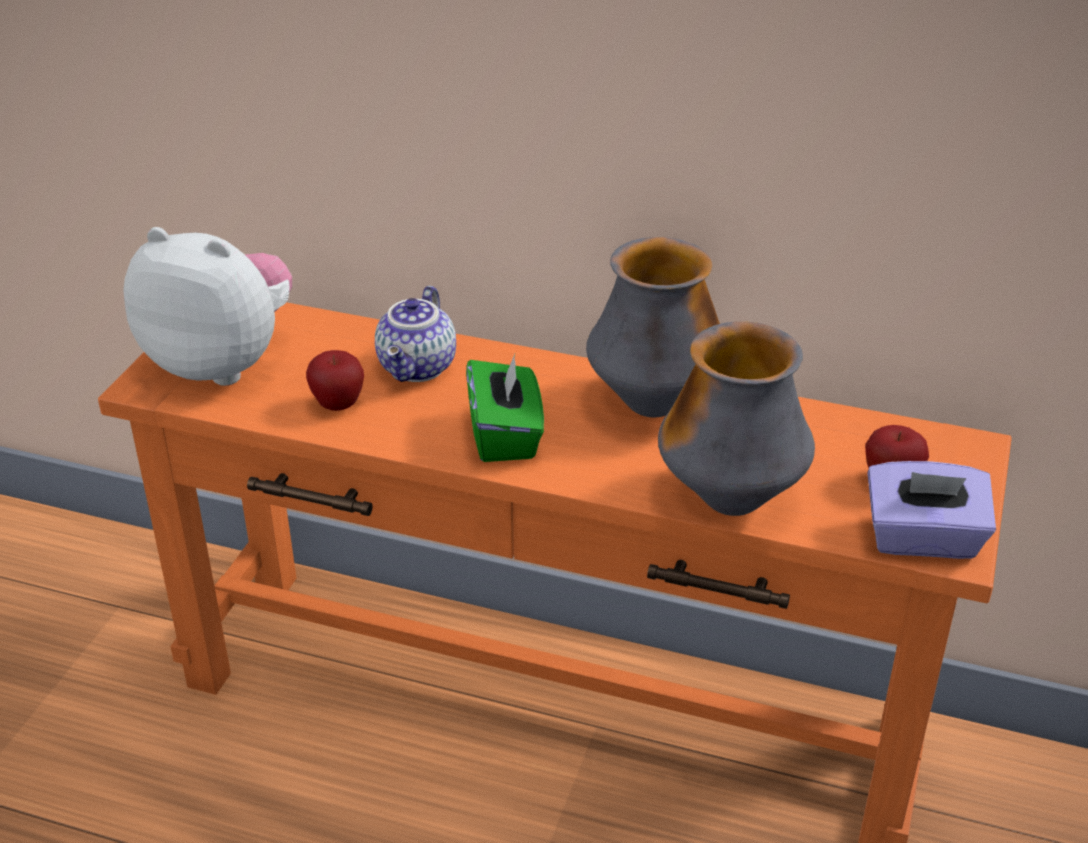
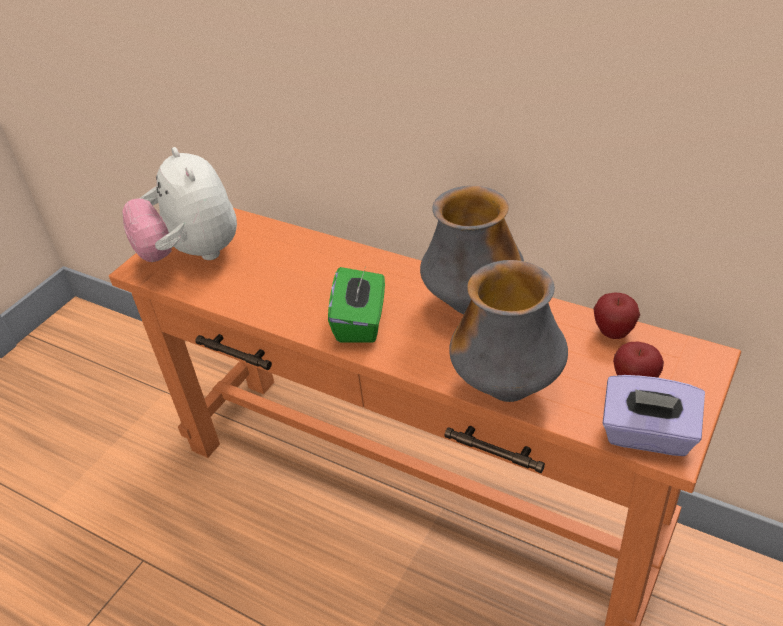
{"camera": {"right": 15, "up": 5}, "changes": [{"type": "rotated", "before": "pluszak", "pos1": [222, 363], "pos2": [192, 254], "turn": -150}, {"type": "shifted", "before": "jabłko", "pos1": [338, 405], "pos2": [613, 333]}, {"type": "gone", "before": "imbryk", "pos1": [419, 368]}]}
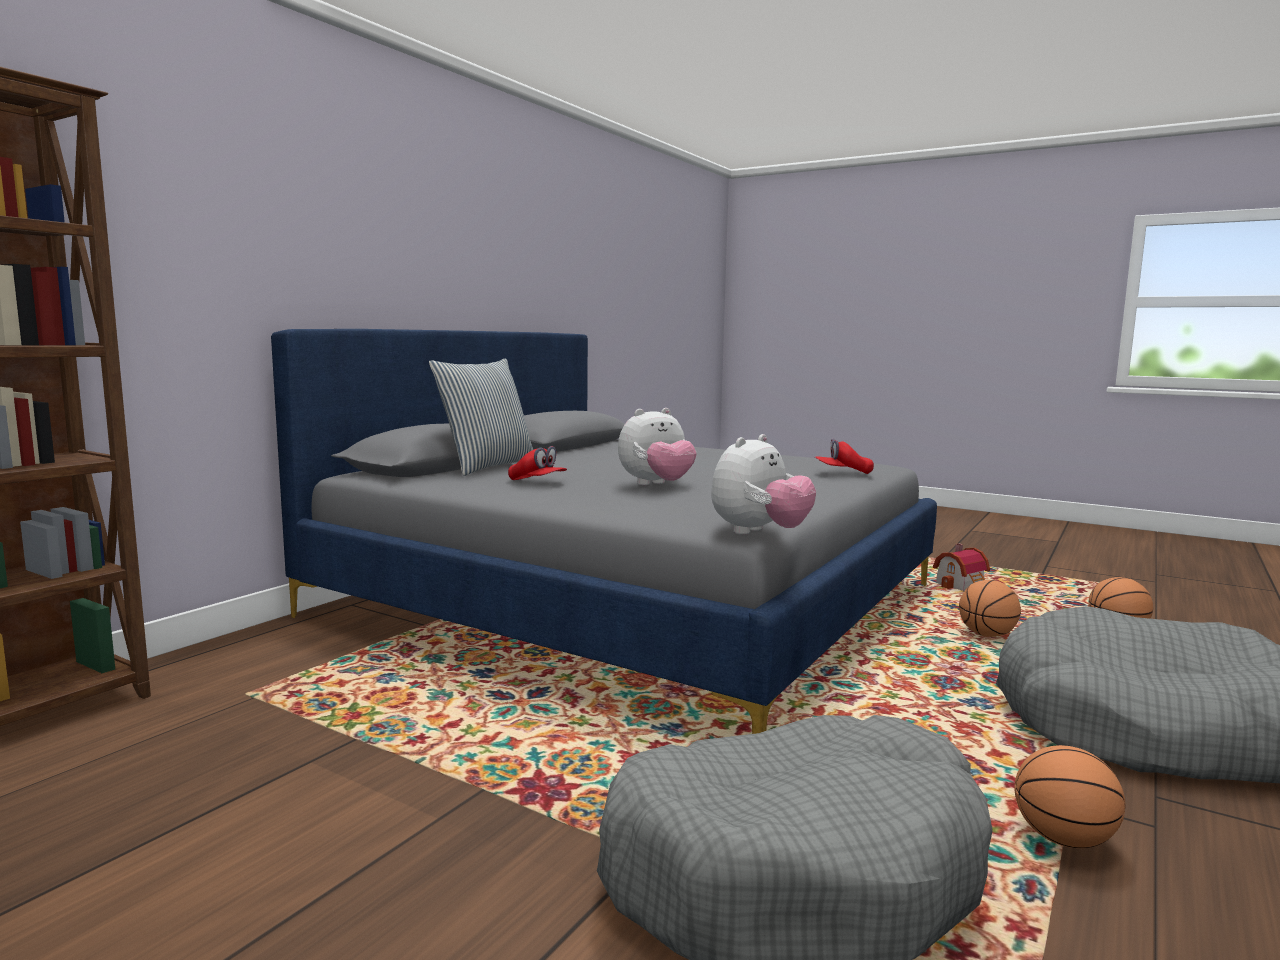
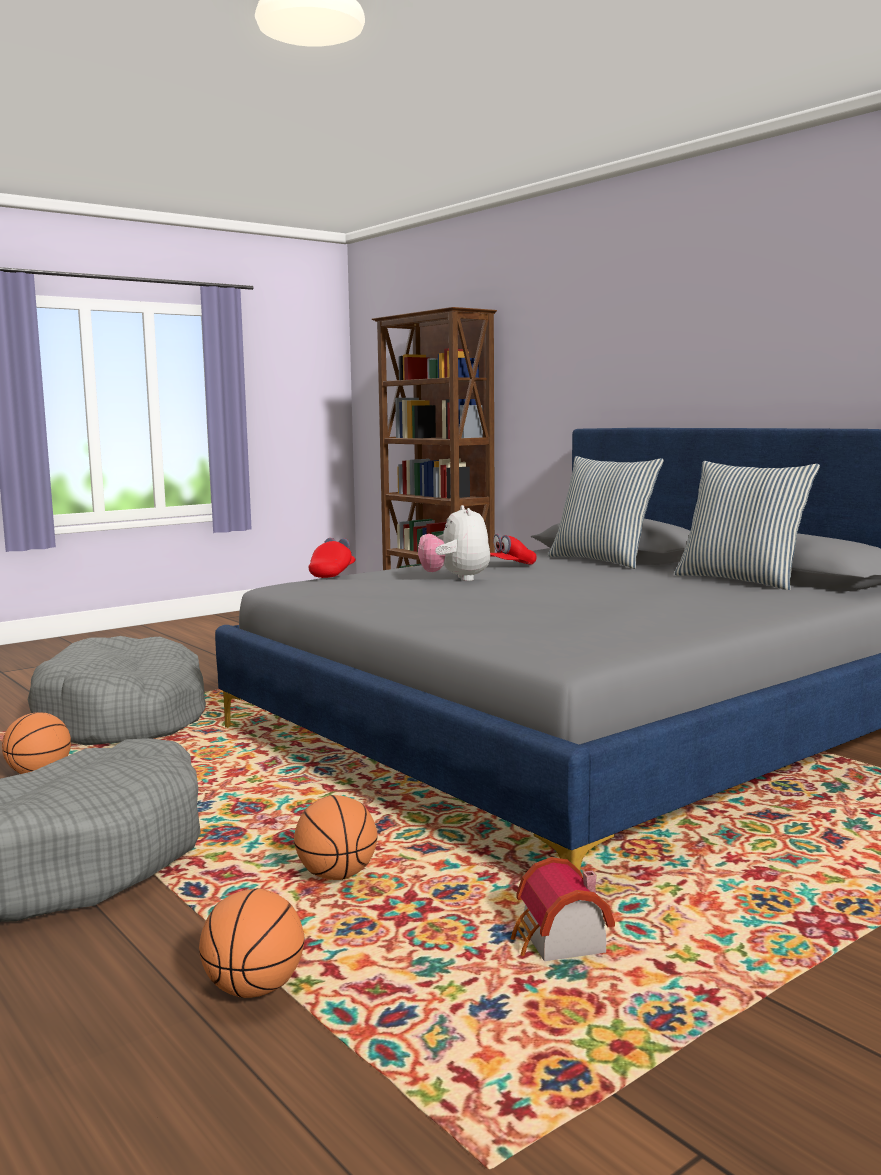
{"camera": {"right": 110, "up": 0}, "changes": [{"type": "gone", "before": "pluszak", "pos1": [759, 533]}, {"type": "shifted", "before": "czapka z daszkiem [czerwony]", "pos1": [843, 473], "pos2": [332, 574]}, {"type": "new", "after": "poduszka", "pos2": [741, 580]}]}
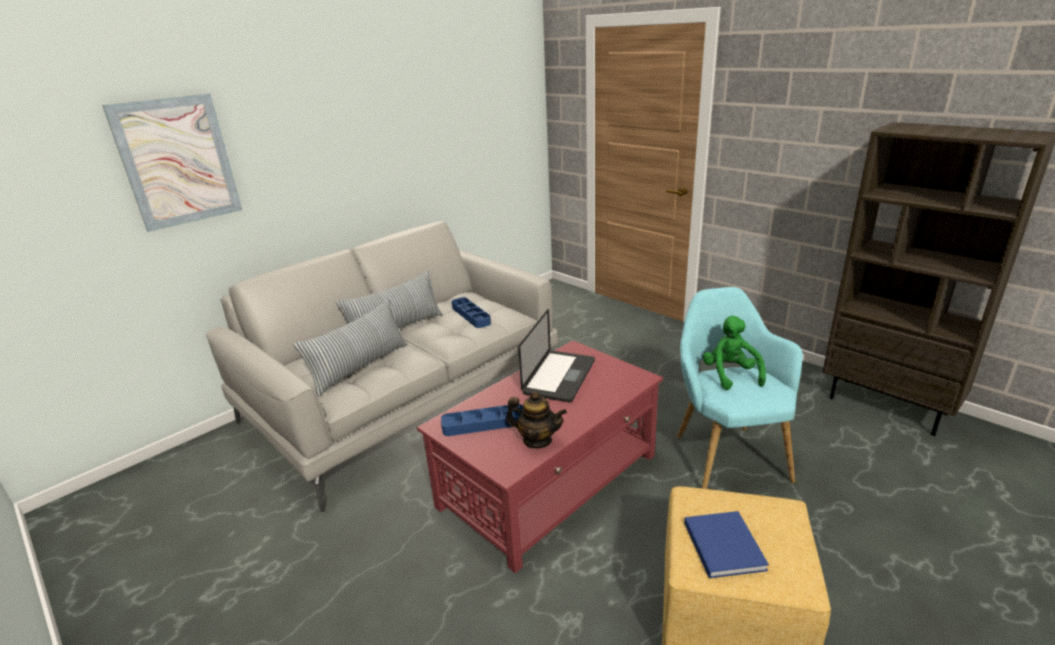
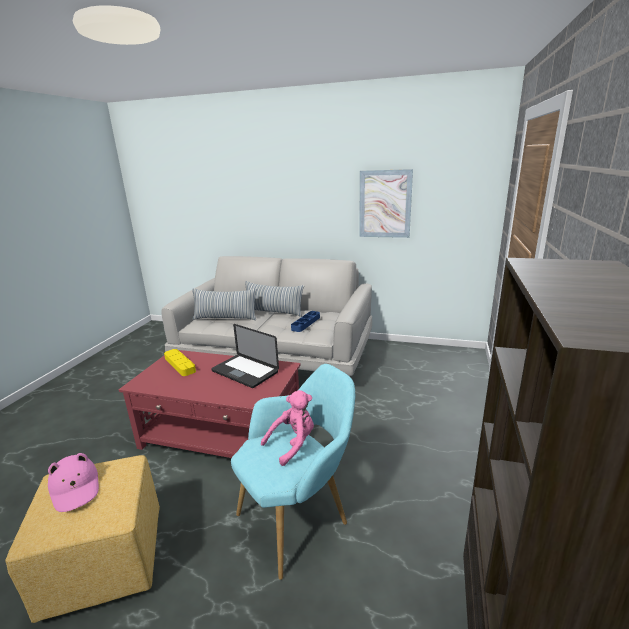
{"camera": {"right": 60, "up": -5}, "changes": [{"type": "shifted", "before": "obraz", "pos1": [178, 162], "pos2": [385, 204]}, {"type": "repainted", "before": "taca [niebieski]", "after": "taca [żółty]", "pos1": [483, 424], "pos2": [180, 364]}, {"type": "gone", "before": "imbryk", "pos1": [537, 440]}, {"type": "rotated", "before": "laptop", "pos1": [559, 377], "pos2": [245, 371], "turn": 45}, {"type": "swapped", "before": "książka [niebieski]", "after": "kapelusz [różowy]", "pos1": [722, 544], "pos2": [75, 487]}, {"type": "repainted", "before": "pluszak [zielony]", "after": "pluszak [różowy]", "pos1": [730, 375], "pos2": [293, 444]}]}
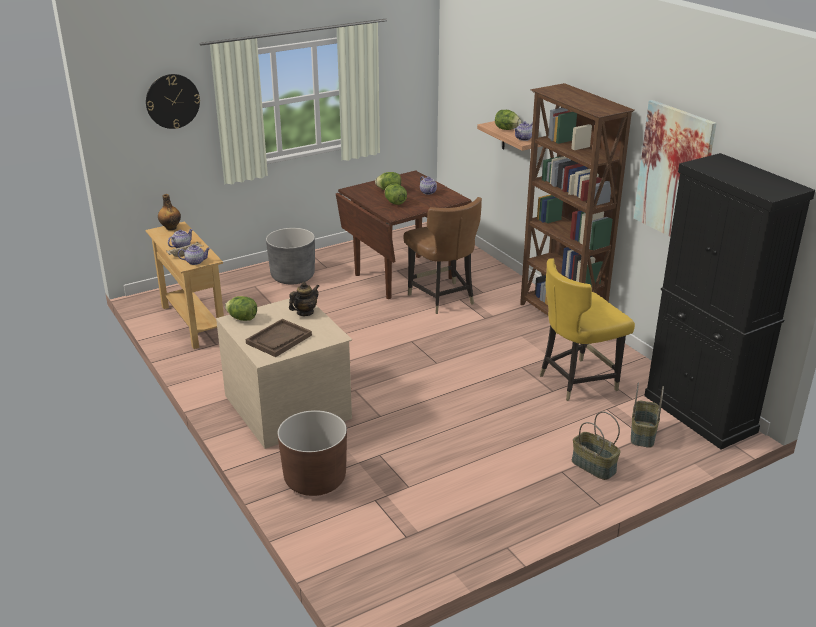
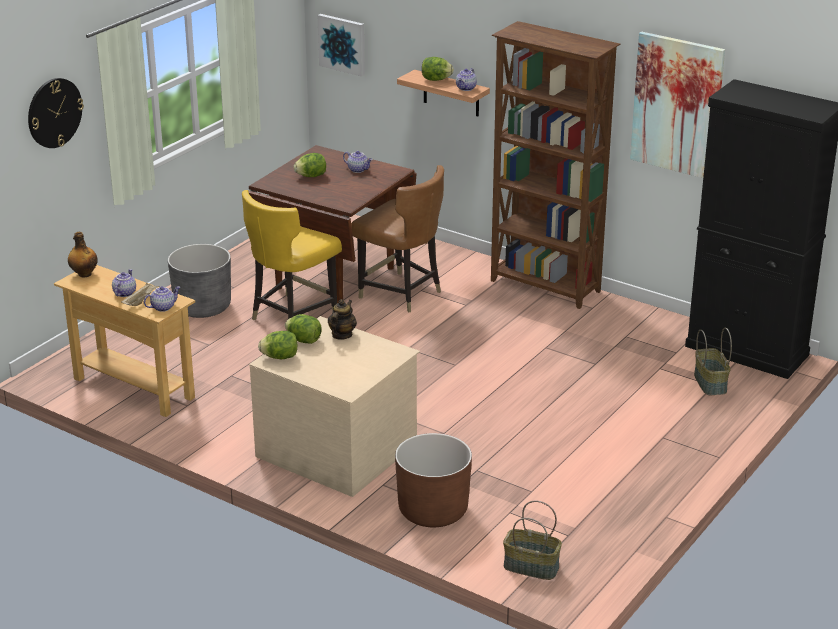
{"camera": {"right": -25, "up": 0}, "changes": [{"type": "gone", "before": "taca [brązowy]", "pos1": [279, 339]}, {"type": "shifted", "before": "sałata", "pos1": [395, 203], "pos2": [304, 340]}, {"type": "shifted", "before": "krzesło [żółty]", "pos1": [577, 381], "pos2": [292, 316]}, {"type": "shifted", "before": "koszyk", "pos1": [593, 466], "pos2": [530, 567]}, {"type": "new", "after": "obraz", "pos2": [342, 44]}]}
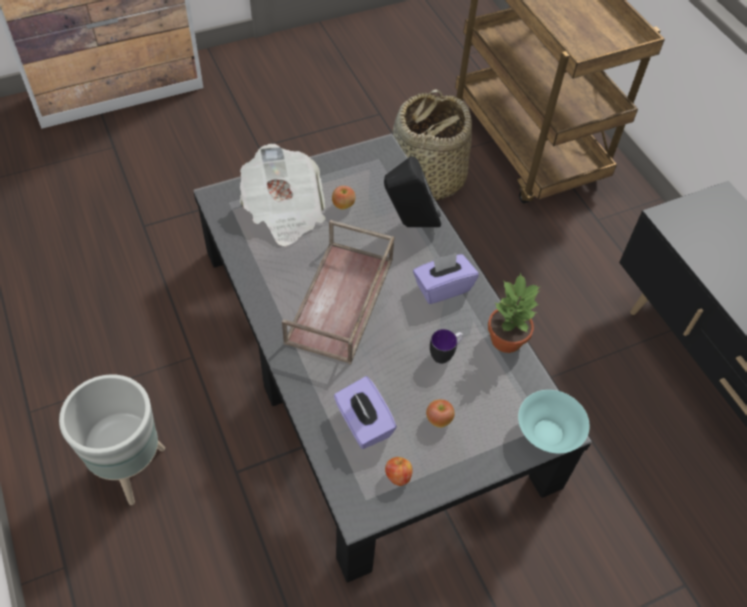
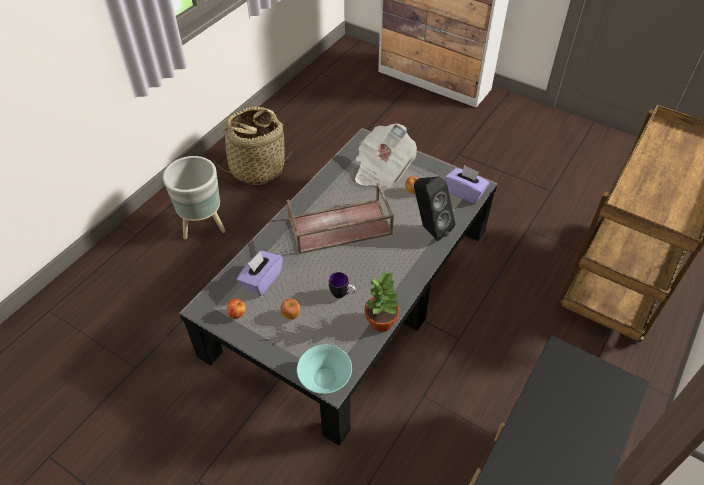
{"camera": {"right": 60, "up": -5}, "changes": [{"type": "shifted", "before": "koszyk", "pos1": [426, 178], "pos2": [257, 169]}, {"type": "shifted", "before": "pudełko chusteczek [fioletowy]", "pos1": [442, 287], "pos2": [465, 192]}]}
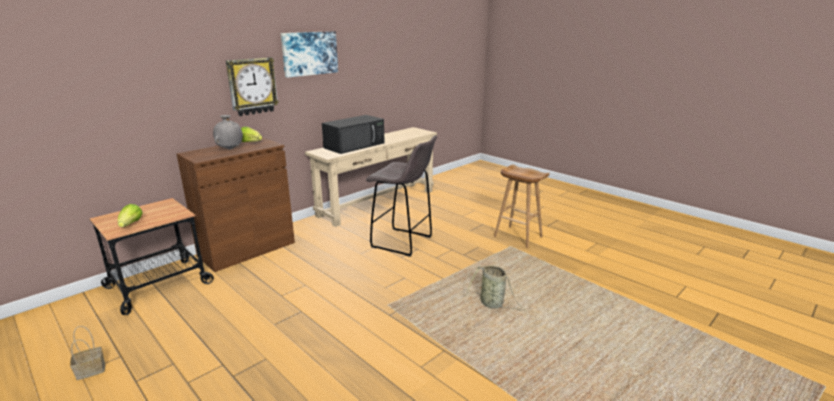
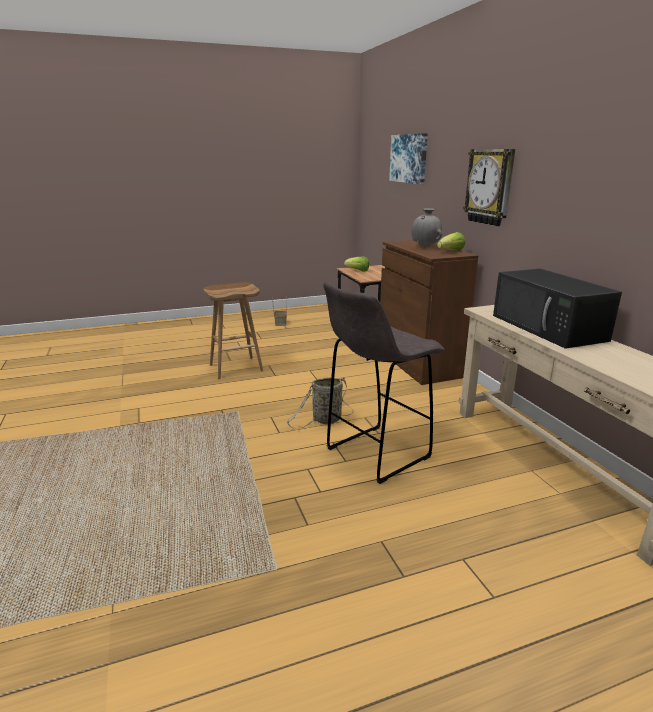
{"camera": {"right": 115, "up": 0}, "changes": [{"type": "shifted", "before": "obraz", "pos1": [309, 53], "pos2": [409, 158]}, {"type": "shifted", "before": "koszyk", "pos1": [493, 304], "pos2": [325, 420]}, {"type": "shifted", "before": "stołek [brązowy]", "pos1": [517, 237], "pos2": [236, 367]}]}
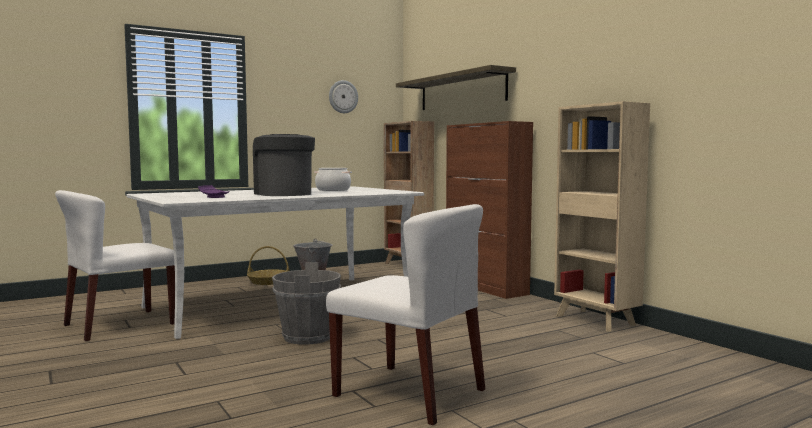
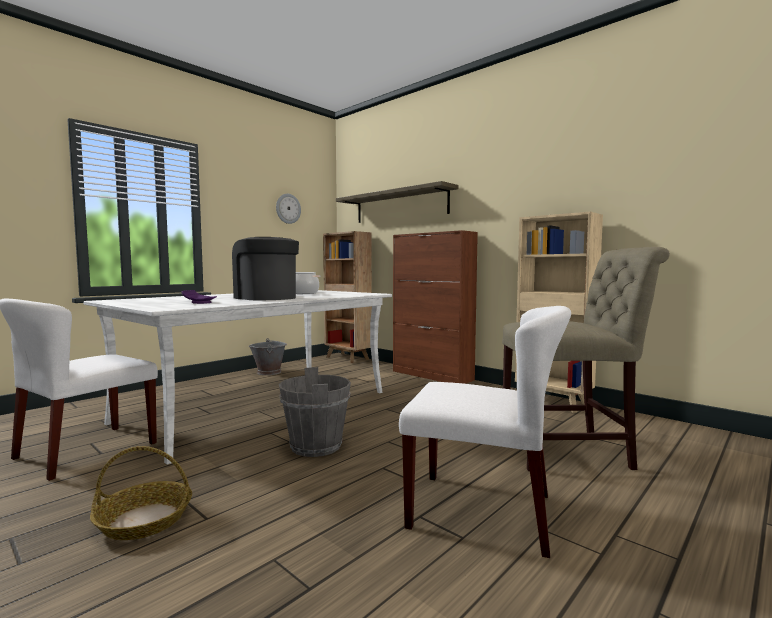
{"camera": {"right": -15, "up": 0}, "changes": [{"type": "shifted", "before": "koszyk", "pos1": [269, 282], "pos2": [145, 520]}, {"type": "new", "after": "krzesło [beżowy]", "pos2": [571, 451]}]}
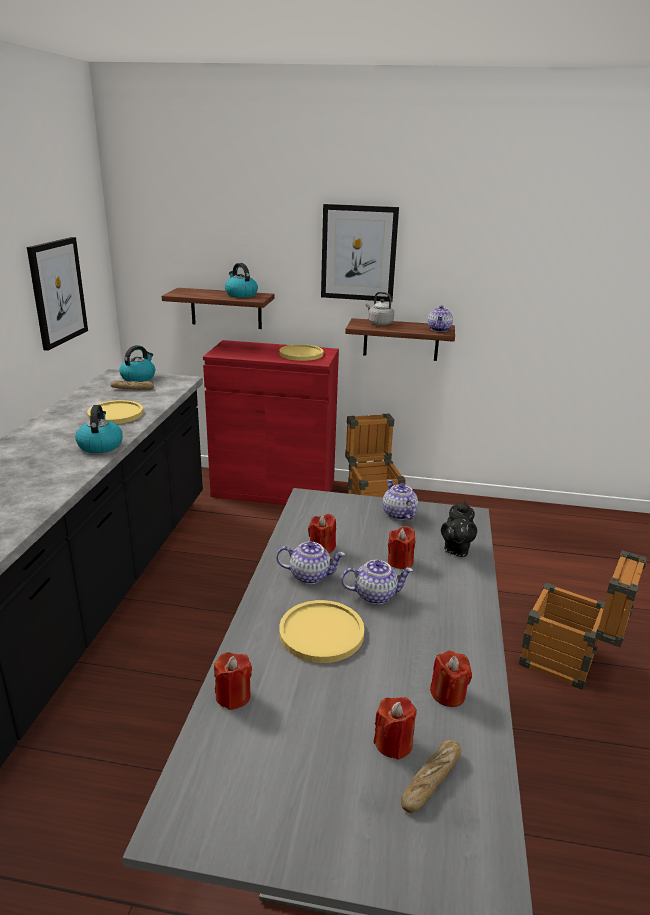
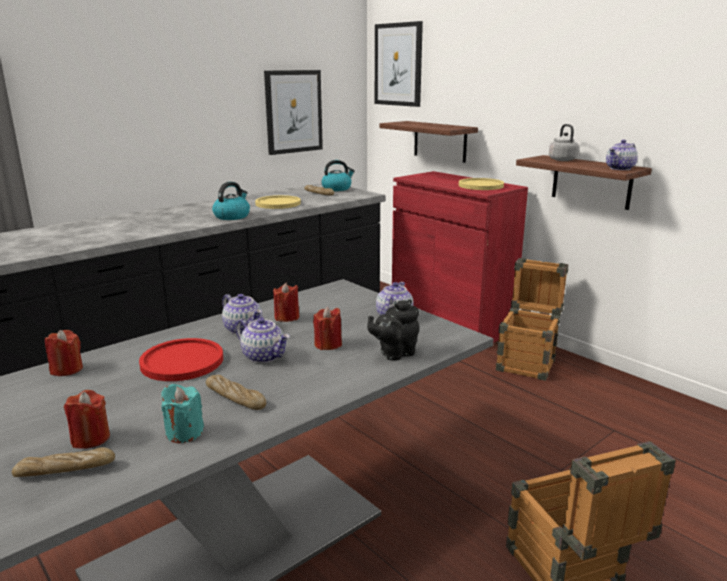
{"camera": {"right": 40, "up": -5}, "changes": [{"type": "gone", "before": "czajnik", "pos1": [241, 295]}, {"type": "repainted", "before": "talerz [żółty]", "after": "talerz [czerwony]", "pos1": [321, 632], "pos2": [182, 361]}, {"type": "shifted", "before": "obraz", "pos1": [358, 253], "pos2": [398, 64]}, {"type": "repainted", "before": "świeca [czerwony]", "after": "świeca [turkusowy]", "pos1": [448, 694], "pos2": [184, 432]}, {"type": "new", "after": "chleb", "pos2": [235, 398]}]}
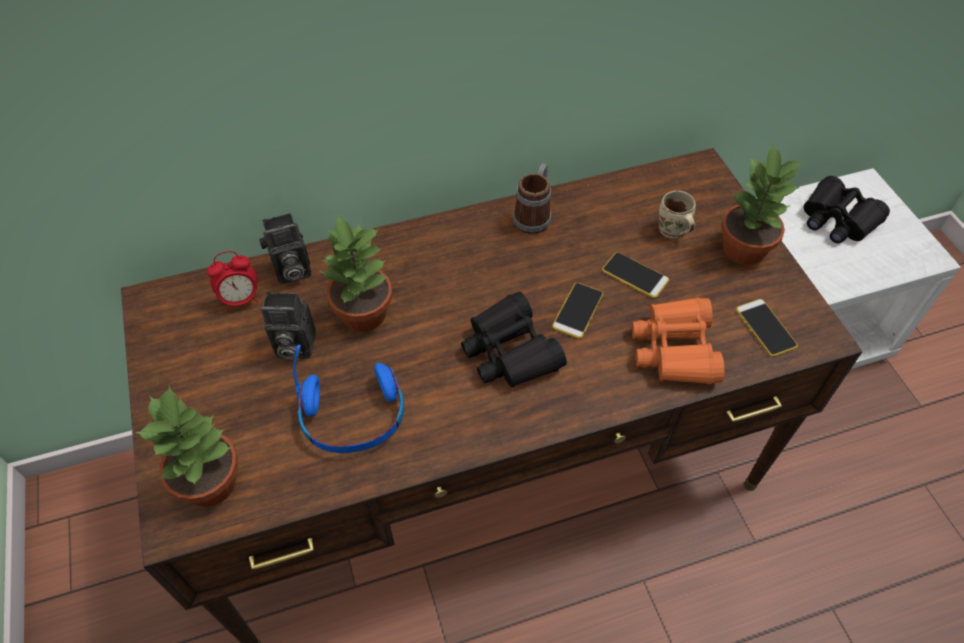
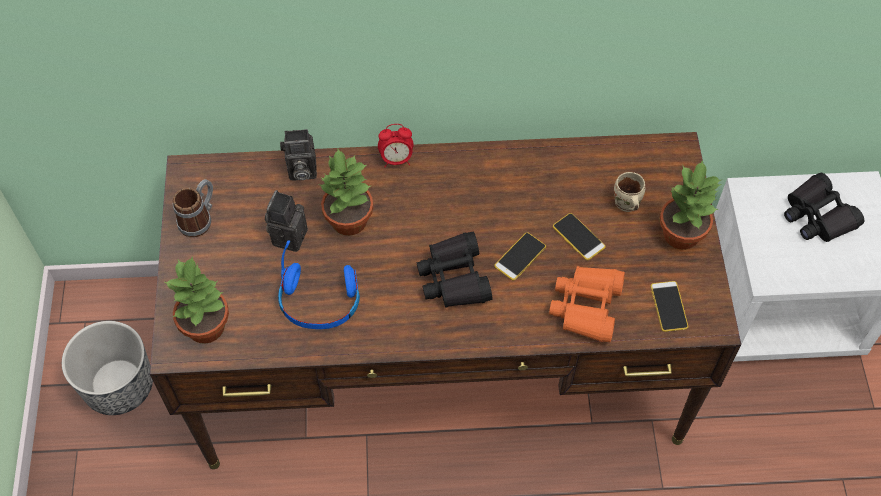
{"camera": {"right": 15, "up": 5}, "changes": [{"type": "shifted", "before": "budzik", "pos1": [241, 299], "pos2": [396, 160]}, {"type": "rotated", "before": "aparat fotograficzny", "pos1": [293, 346], "pos2": [288, 235], "turn": 90}, {"type": "shifted", "before": "kubek", "pos1": [534, 215], "pos2": [199, 218]}, {"type": "new", "after": "donica", "pos2": [118, 386]}]}
